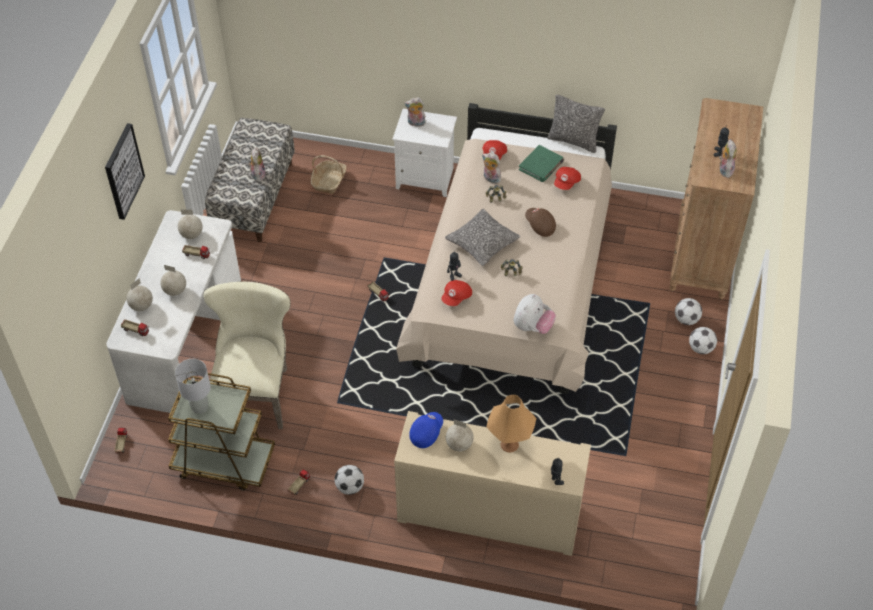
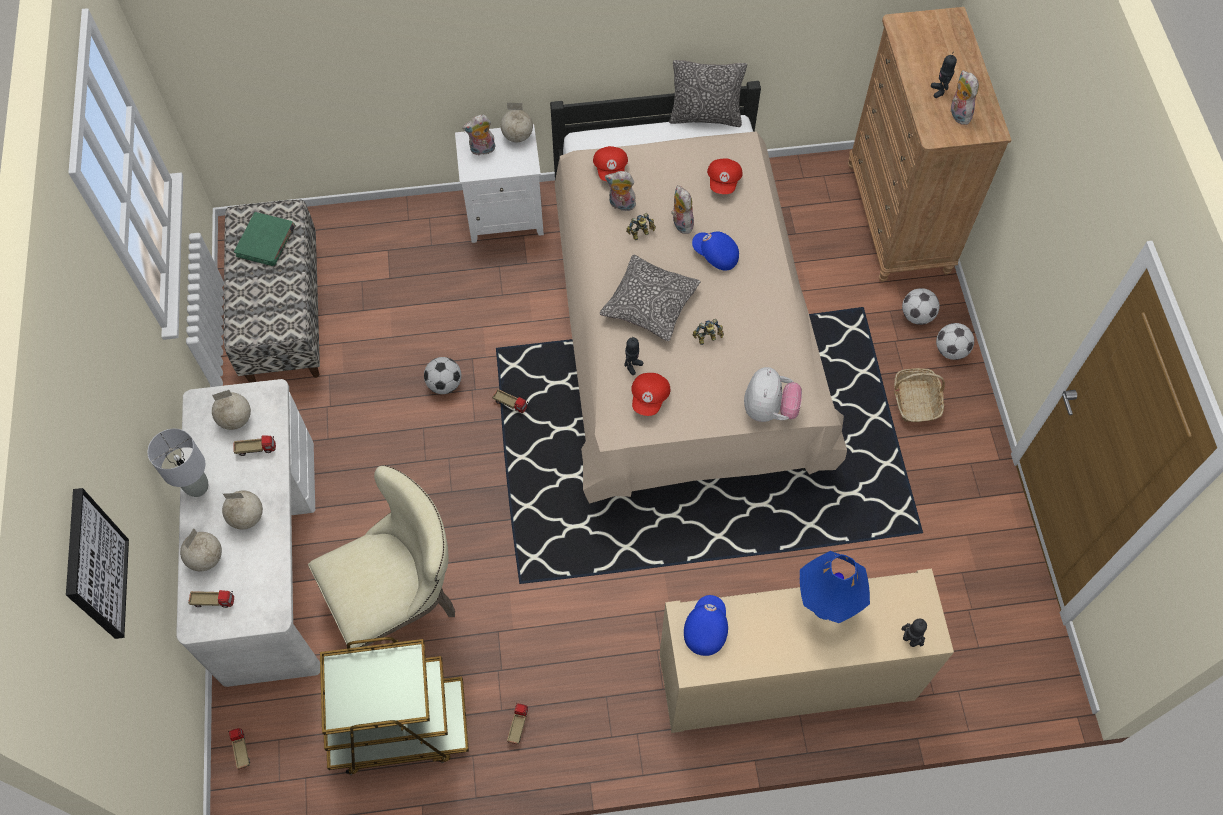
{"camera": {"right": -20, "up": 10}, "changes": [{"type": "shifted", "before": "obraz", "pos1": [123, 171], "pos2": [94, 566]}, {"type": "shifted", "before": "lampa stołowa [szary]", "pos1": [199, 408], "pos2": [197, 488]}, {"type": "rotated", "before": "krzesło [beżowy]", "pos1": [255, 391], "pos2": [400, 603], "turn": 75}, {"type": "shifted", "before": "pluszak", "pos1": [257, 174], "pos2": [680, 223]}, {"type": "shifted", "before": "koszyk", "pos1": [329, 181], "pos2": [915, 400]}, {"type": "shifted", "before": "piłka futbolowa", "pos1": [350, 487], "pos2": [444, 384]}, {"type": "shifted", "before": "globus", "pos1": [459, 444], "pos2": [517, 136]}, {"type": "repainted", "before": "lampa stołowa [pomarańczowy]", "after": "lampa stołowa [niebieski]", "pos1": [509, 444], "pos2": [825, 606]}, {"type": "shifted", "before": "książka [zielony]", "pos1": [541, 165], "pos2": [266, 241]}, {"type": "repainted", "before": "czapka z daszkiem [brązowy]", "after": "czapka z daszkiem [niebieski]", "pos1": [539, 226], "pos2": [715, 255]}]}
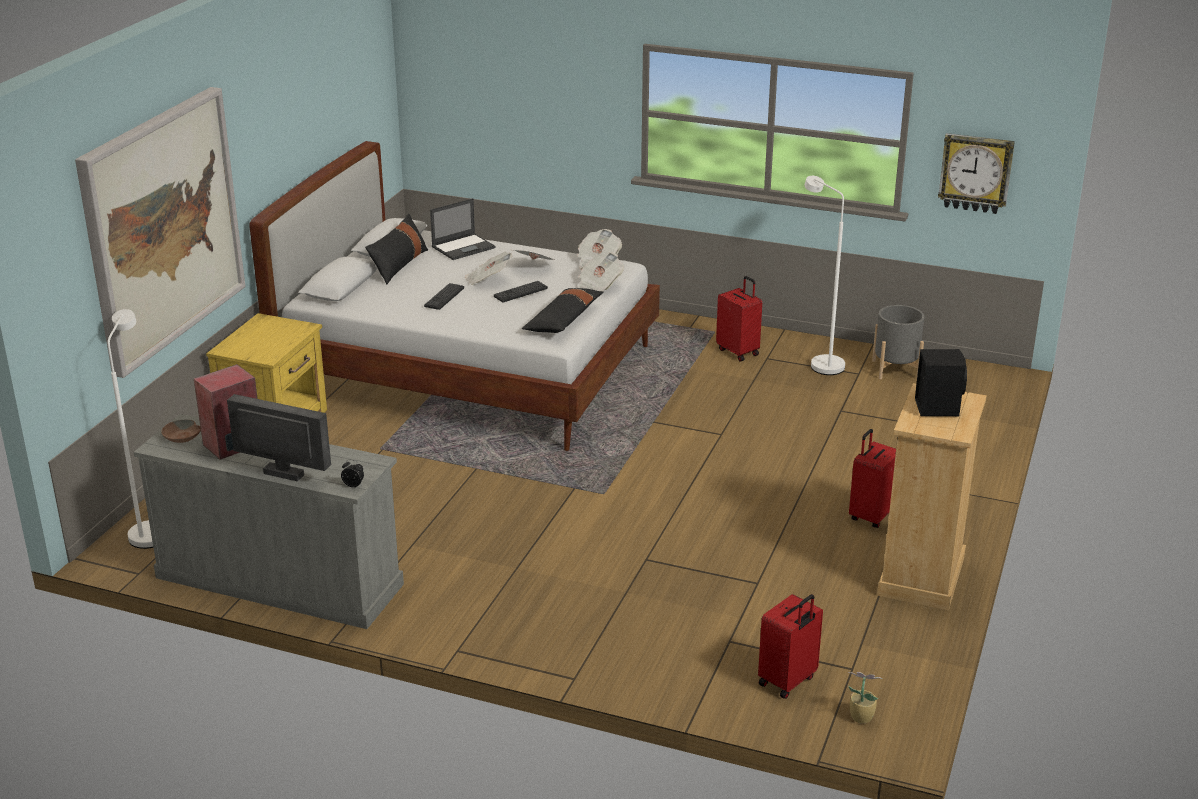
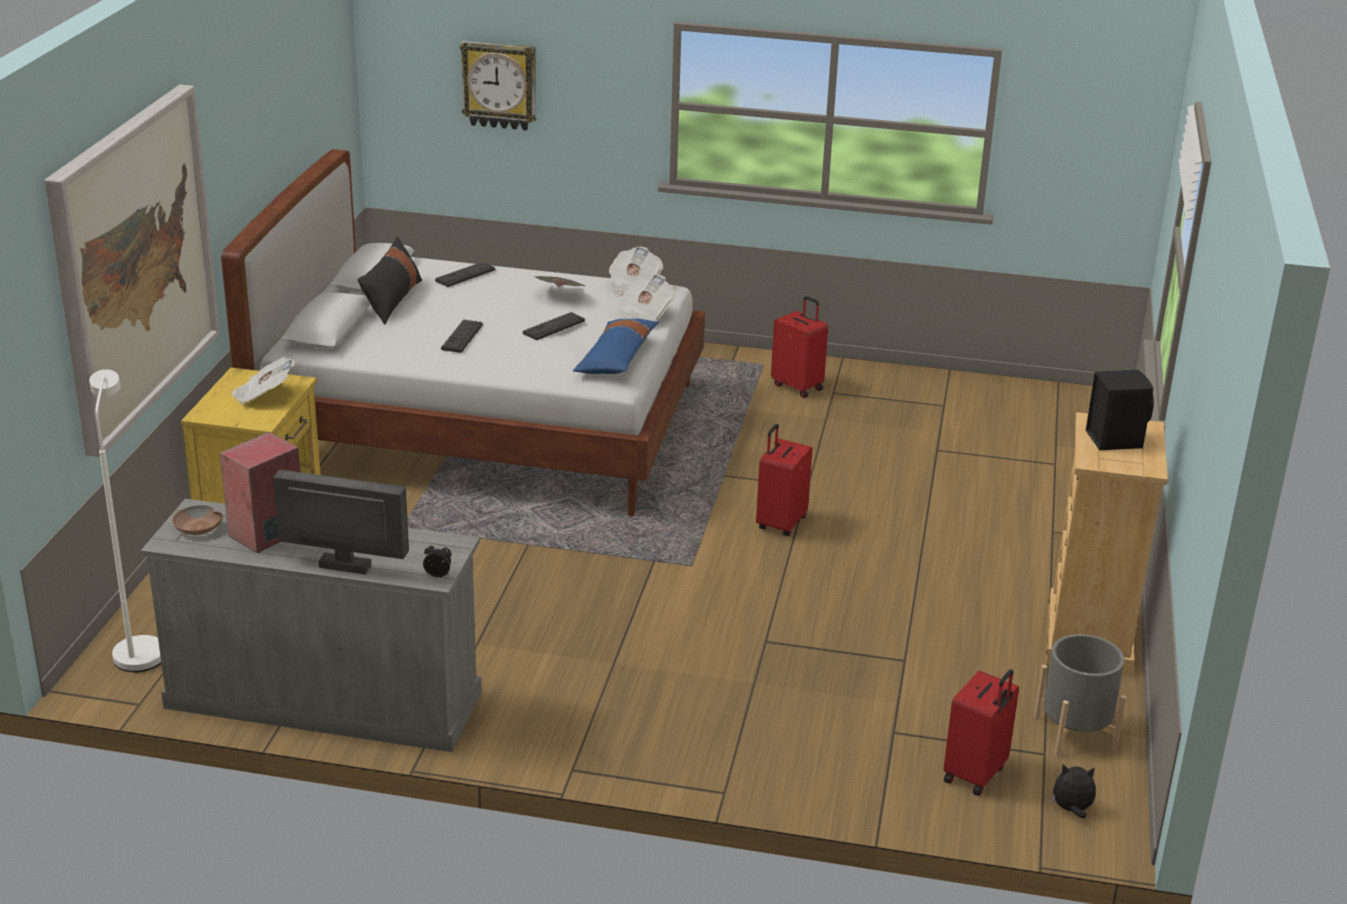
{"camera": {"right": -10, "up": 0}, "changes": [{"type": "swapped", "before": "laptop", "after": "klawiatura", "pos1": [464, 247], "pos2": [465, 275]}, {"type": "shifted", "before": "gazeta", "pos1": [488, 280], "pos2": [263, 396]}, {"type": "repainted", "before": "poduszka [czarny]", "after": "poduszka [niebieski]", "pos1": [563, 320], "pos2": [616, 358]}, {"type": "gone", "before": "lampa stojąca [biały]", "pos1": [820, 363]}, {"type": "swapped", "before": "roślina doniczkowa", "after": "pluszak", "pos1": [860, 717], "pos2": [1071, 810]}, {"type": "shifted", "before": "walizka [czerwony]", "pos1": [871, 516], "pos2": [780, 523]}, {"type": "shifted", "before": "donica [szary]", "pos1": [895, 369], "pos2": [1074, 733]}, {"type": "shifted", "before": "zegar ścienny", "pos1": [975, 173], "pos2": [500, 85]}]}
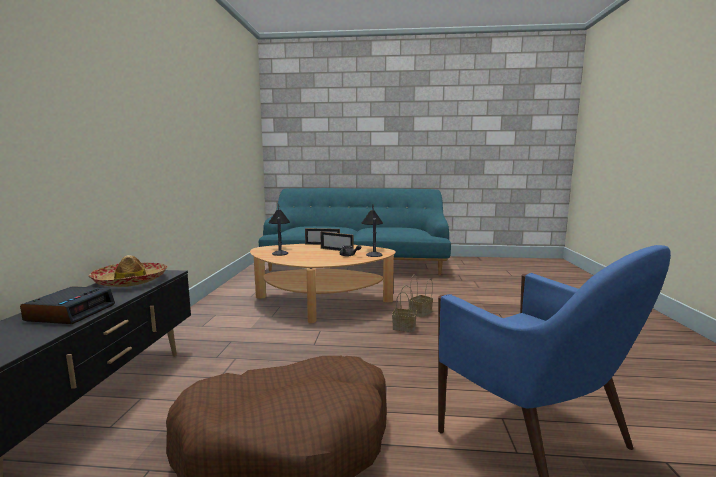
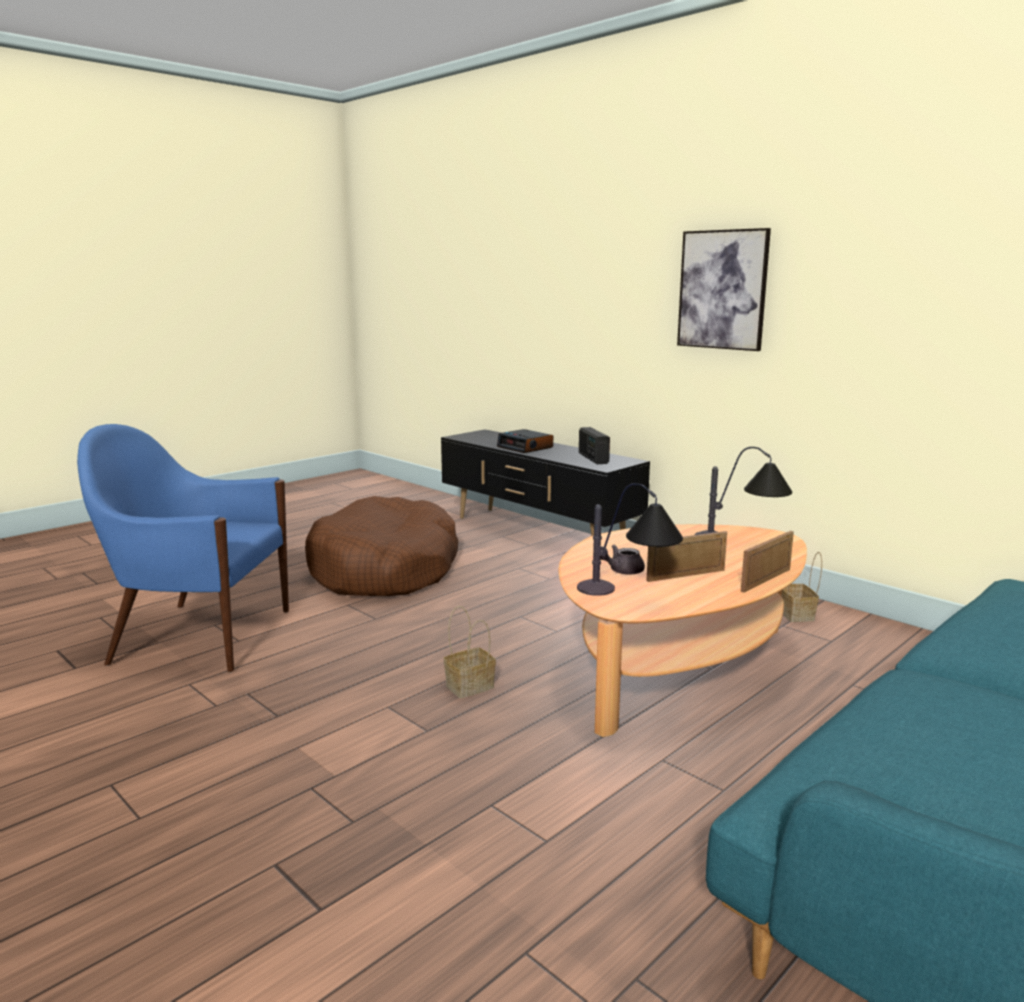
{"camera": {"right": 130, "up": 5}, "changes": [{"type": "swapped", "before": "kapelusz", "after": "radio", "pos1": [131, 281], "pos2": [593, 458]}, {"type": "shifted", "before": "koszyk", "pos1": [420, 312], "pos2": [797, 615]}, {"type": "new", "after": "obraz", "pos2": [722, 290]}]}
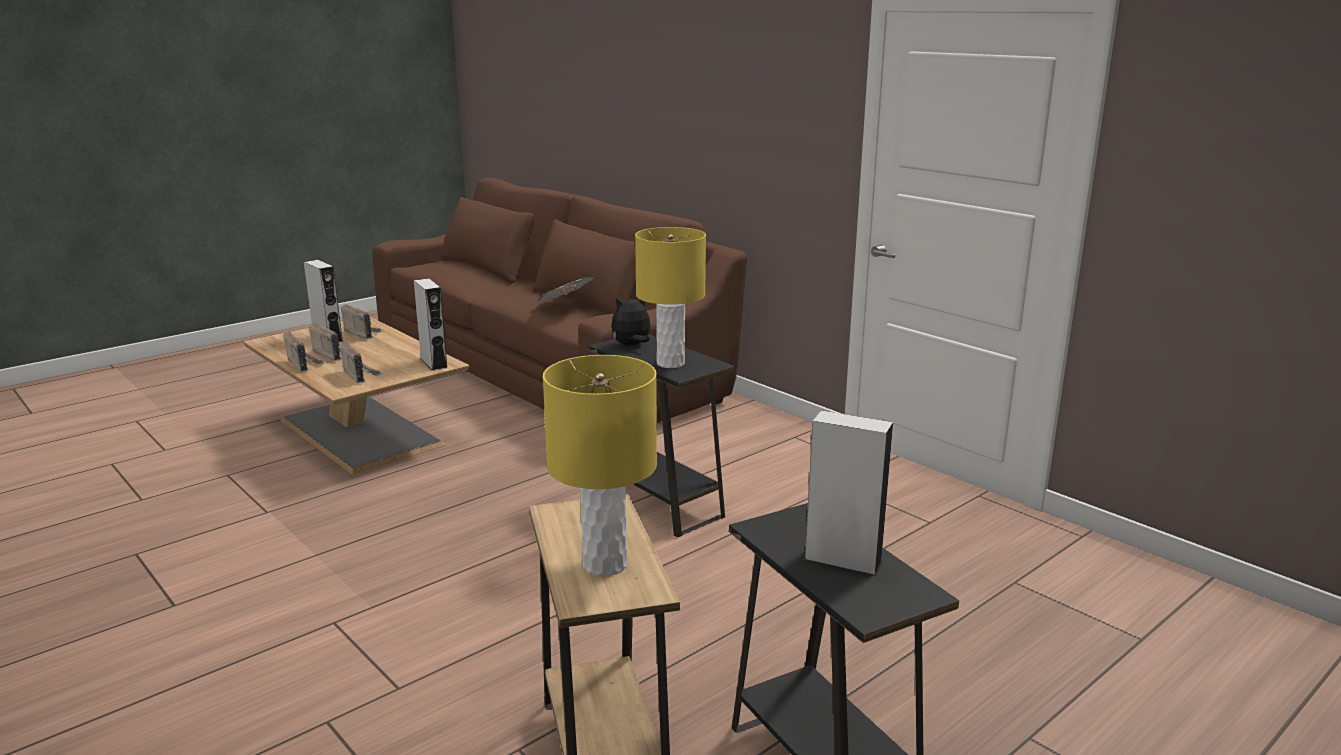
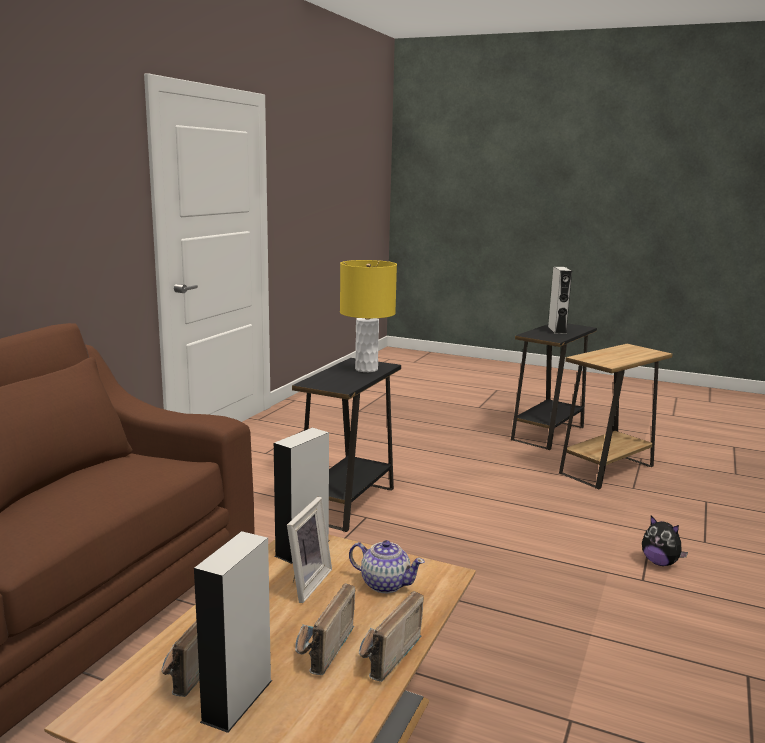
{"camera": {"right": -115, "up": -5}, "changes": [{"type": "swapped", "before": "radio", "after": "imbryk", "pos1": [360, 375], "pos2": [385, 584]}, {"type": "gone", "before": "gazeta", "pos1": [564, 305]}, {"type": "gone", "before": "lampa stołowa [żółty]", "pos1": [604, 564]}, {"type": "shifted", "before": "pluszak", "pos1": [632, 346], "pos2": [660, 563]}, {"type": "new", "after": "ramka na zdjęcie", "pos2": [304, 583]}]}
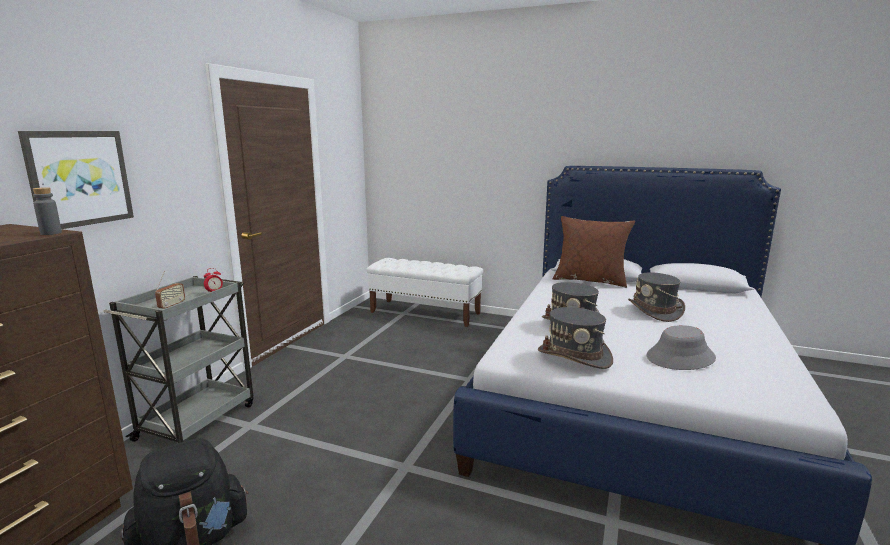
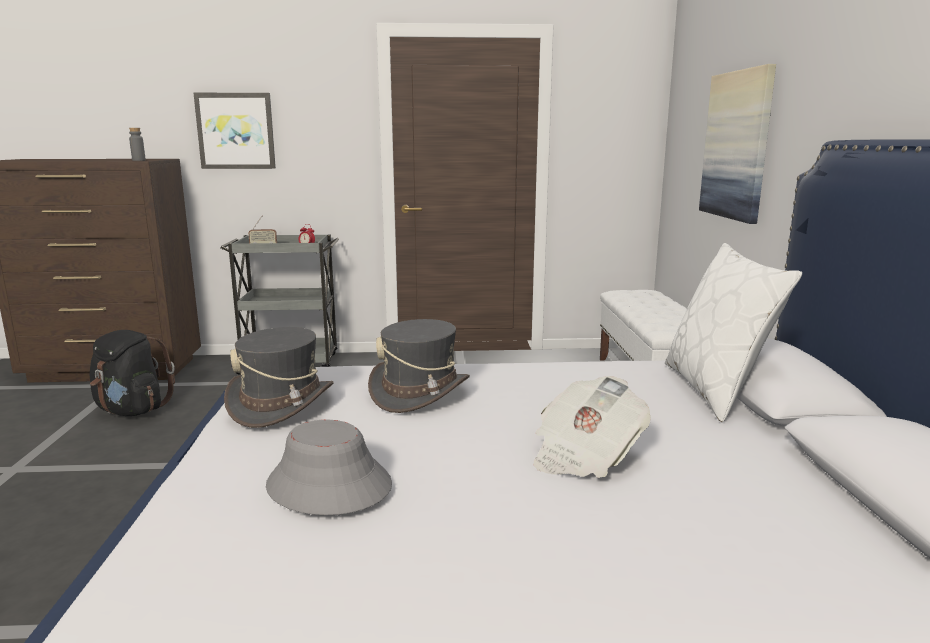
{"camera": {"right": 65, "up": 0}, "changes": [{"type": "repainted", "before": "poduszka [brązowy]", "after": "poduszka [biały]", "pos1": [590, 280], "pos2": [716, 390]}, {"type": "swapped", "before": "kapelusz [szary]", "after": "gazeta", "pos1": [655, 311], "pos2": [584, 455]}, {"type": "new", "after": "obraz", "pos2": [737, 145]}]}
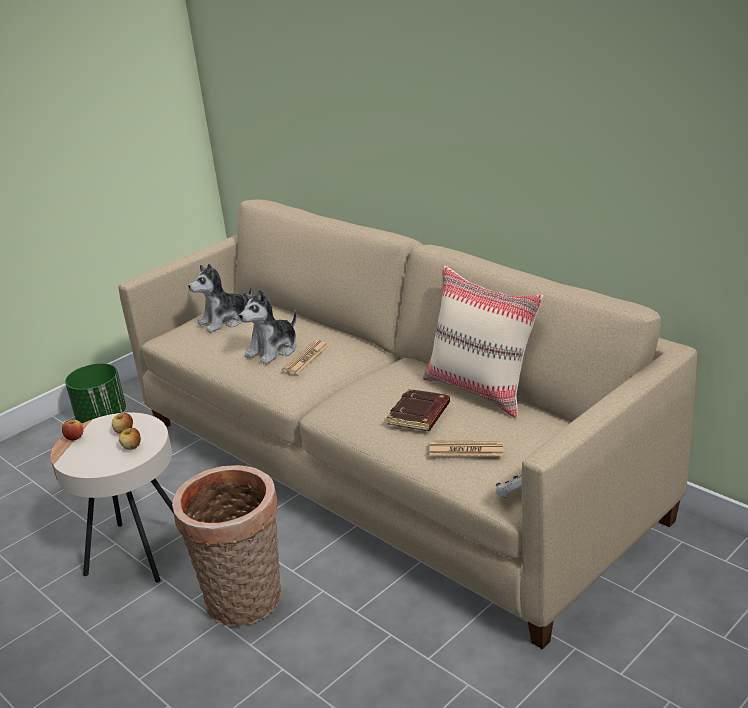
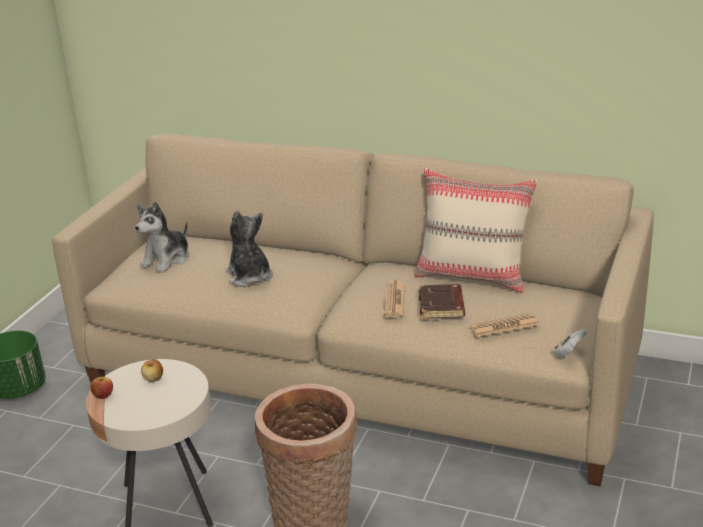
{"camera": {"right": -25, "up": 0}, "changes": [{"type": "gone", "before": "jabłko", "pos1": [132, 447]}, {"type": "rotated", "before": "pluszak", "pos1": [273, 350], "pos2": [249, 277], "turn": 135}, {"type": "shifted", "before": "gazeta", "pos1": [306, 358], "pos2": [394, 300]}]}
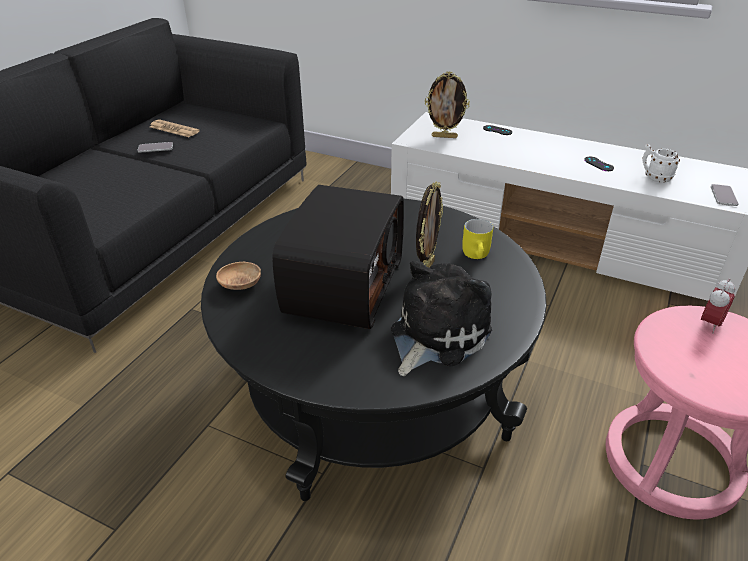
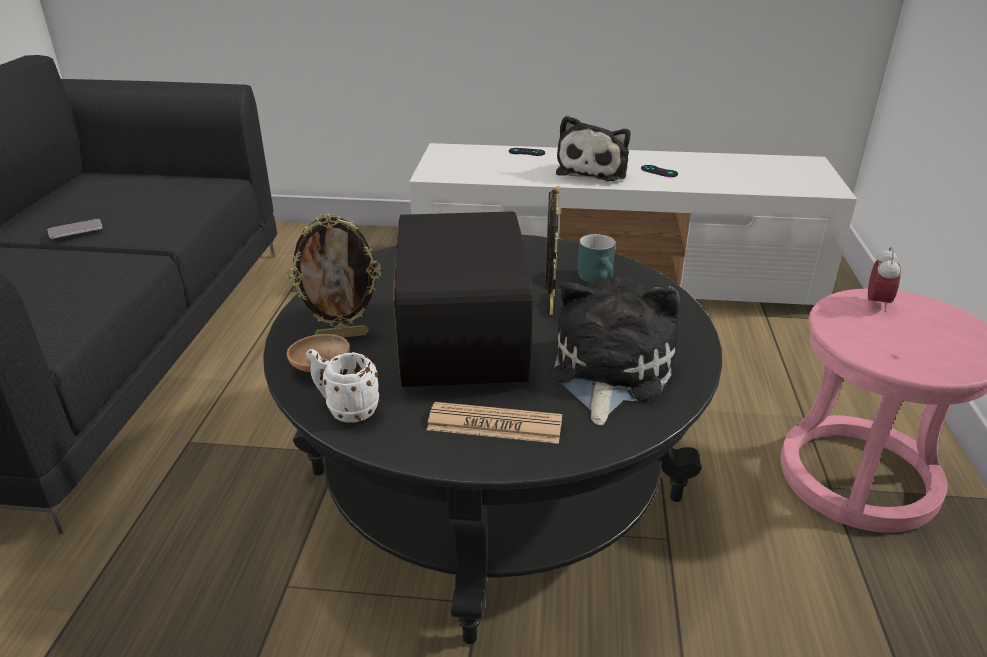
{"camera": {"right": -20, "up": -5}, "changes": [{"type": "shifted", "before": "gazeta", "pos1": [174, 129], "pos2": [494, 424]}, {"type": "shifted", "before": "ramka na zdjęcie", "pos1": [444, 136], "pos2": [342, 335]}, {"type": "repainted", "before": "kubek [żółty]", "after": "kubek [turkusowy]", "pos1": [478, 255], "pos2": [599, 279]}, {"type": "shifted", "before": "kubek [biały]", "pos1": [654, 177], "pos2": [346, 409]}, {"type": "gone", "before": "telefon", "pos1": [723, 196]}, {"type": "new", "after": "pluszak", "pos2": [594, 170]}]}
